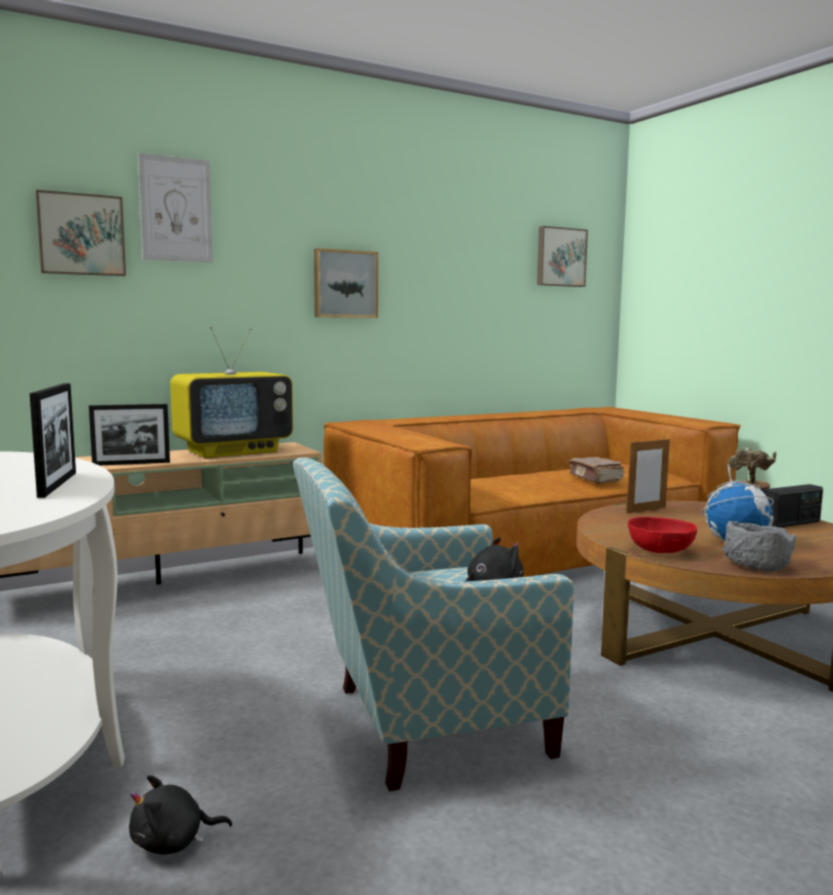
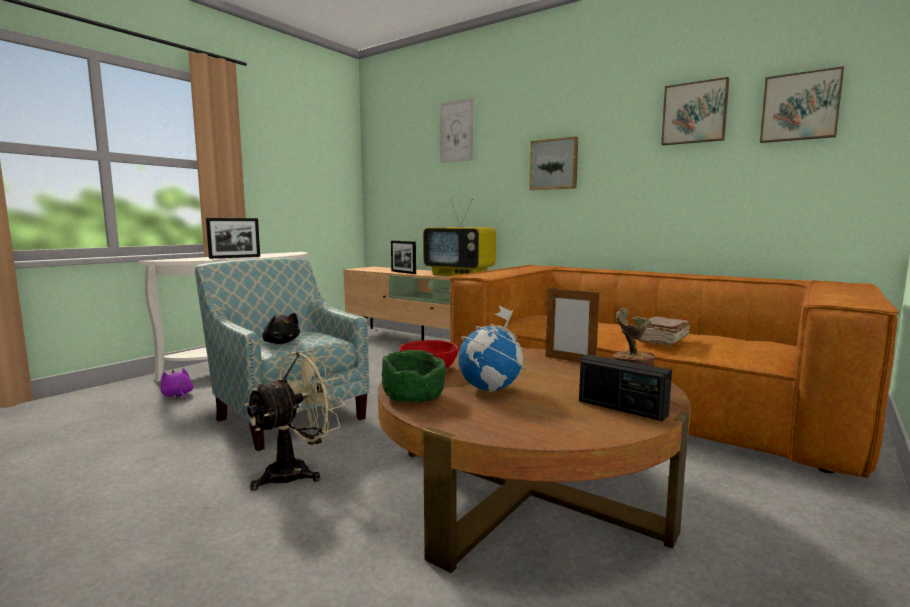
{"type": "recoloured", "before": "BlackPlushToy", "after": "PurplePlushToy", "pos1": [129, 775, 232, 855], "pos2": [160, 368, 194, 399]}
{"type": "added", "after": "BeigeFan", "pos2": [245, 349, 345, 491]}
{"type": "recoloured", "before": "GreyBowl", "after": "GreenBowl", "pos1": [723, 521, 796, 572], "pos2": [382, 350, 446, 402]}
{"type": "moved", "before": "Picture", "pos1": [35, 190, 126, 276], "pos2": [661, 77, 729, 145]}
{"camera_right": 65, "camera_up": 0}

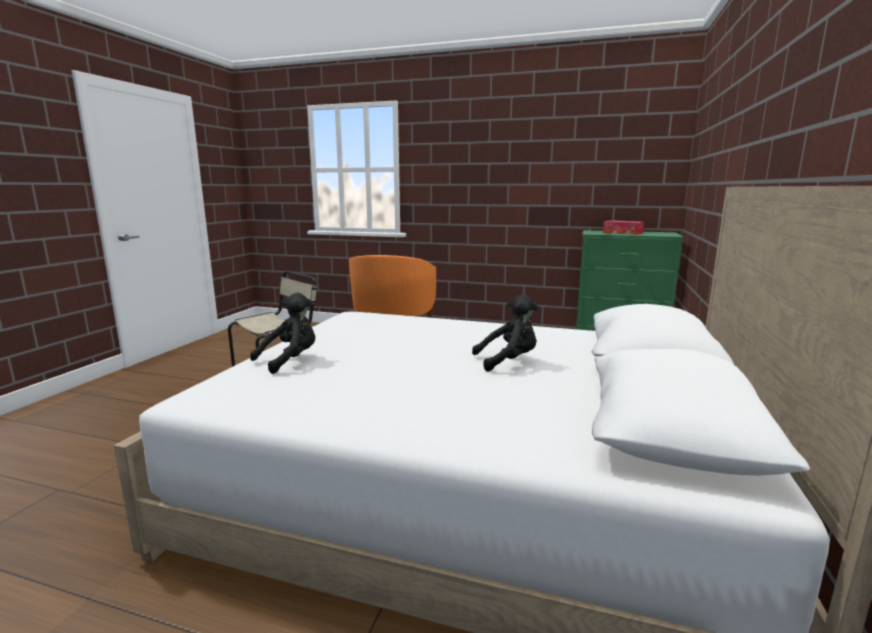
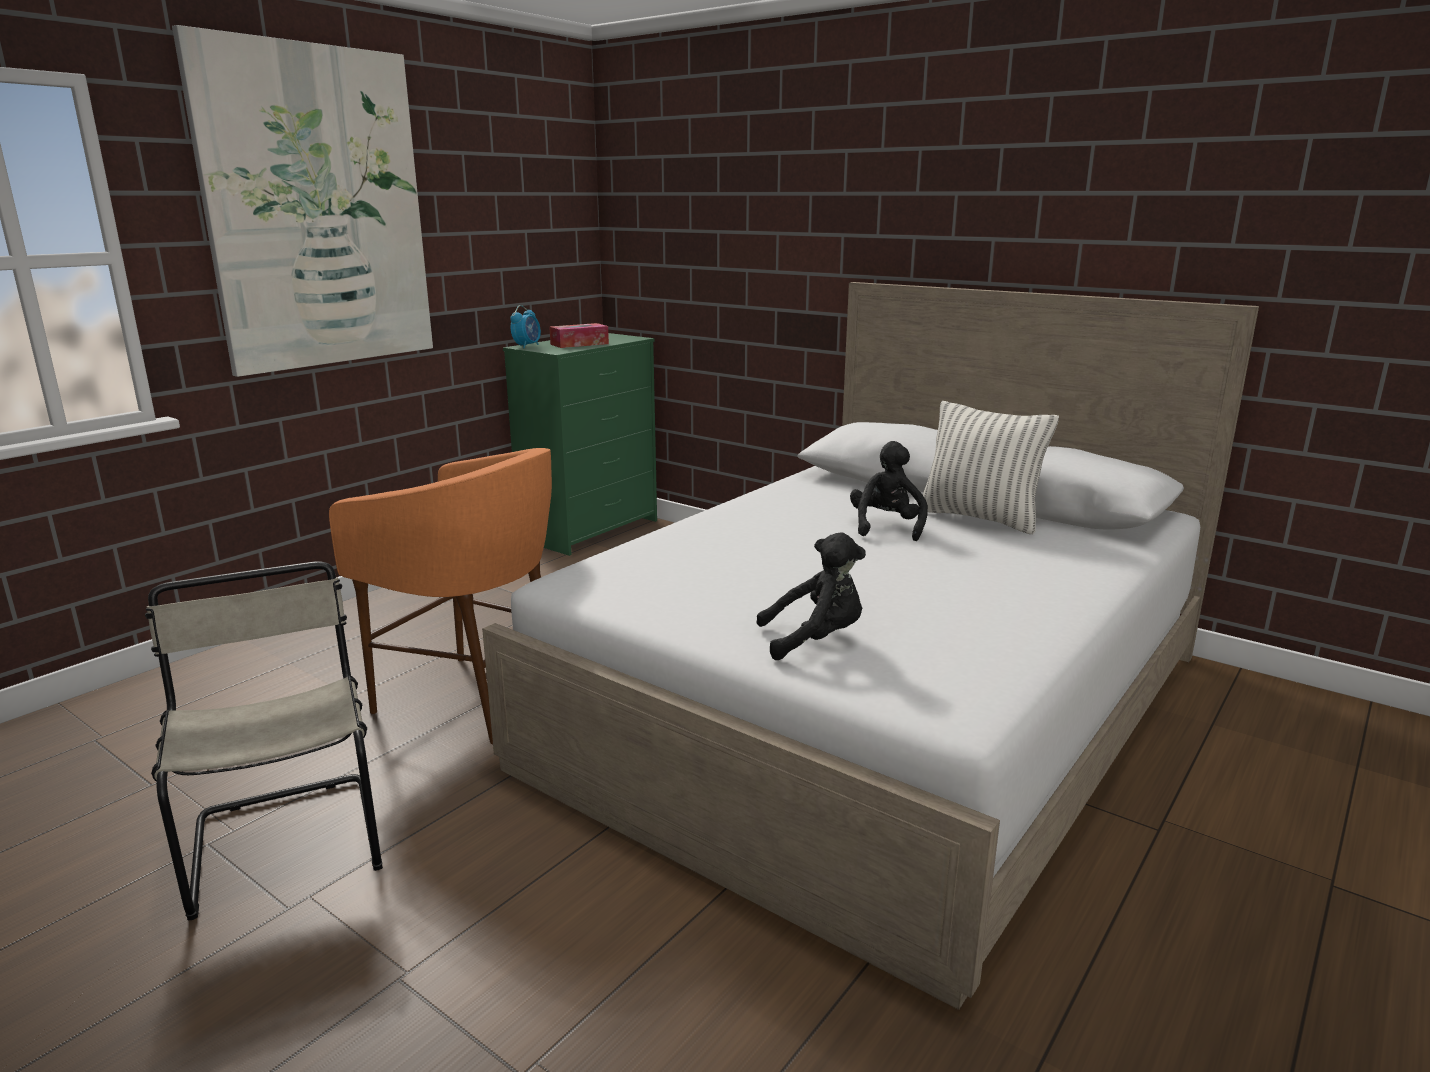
{"type": "added", "after": "Picture", "pos2": [172, 25, 433, 377]}
{"type": "added", "after": "AlarmClock", "pos2": [510, 305, 541, 348]}
{"type": "turned", "before": "BlackPlushToy", "pos1": [250, 293, 315, 374], "pos2": [756, 532, 866, 660], "turn": 105}
{"type": "added", "after": "Pillow", "pos2": [918, 401, 1059, 534]}
{"camera_right": -70, "camera_up": 5}

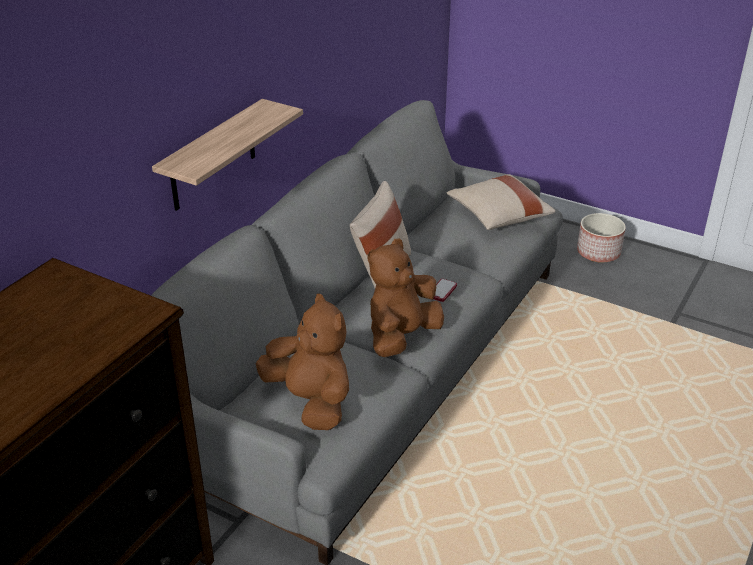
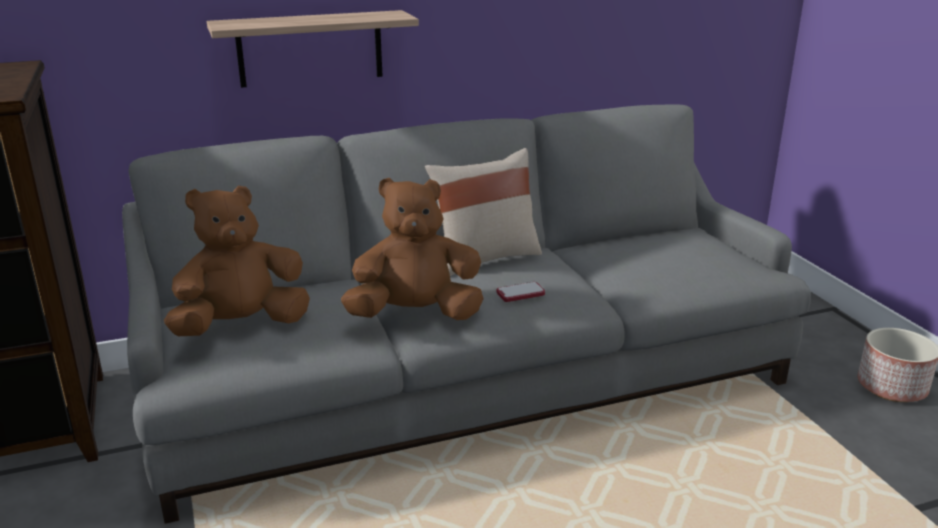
{"type": "turned", "before": "BrownPlushToy", "pos1": [256, 293, 349, 430], "pos2": [164, 186, 310, 336], "turn": -120}
{"type": "removed", "before": "BeigePillow", "pos1": [446, 174, 555, 230]}
{"camera_right": 40, "camera_up": -10}

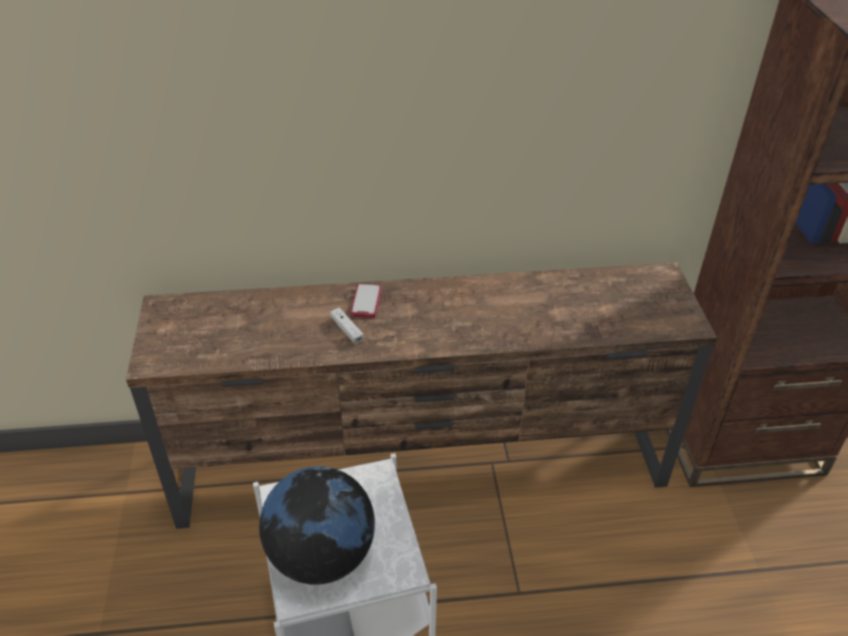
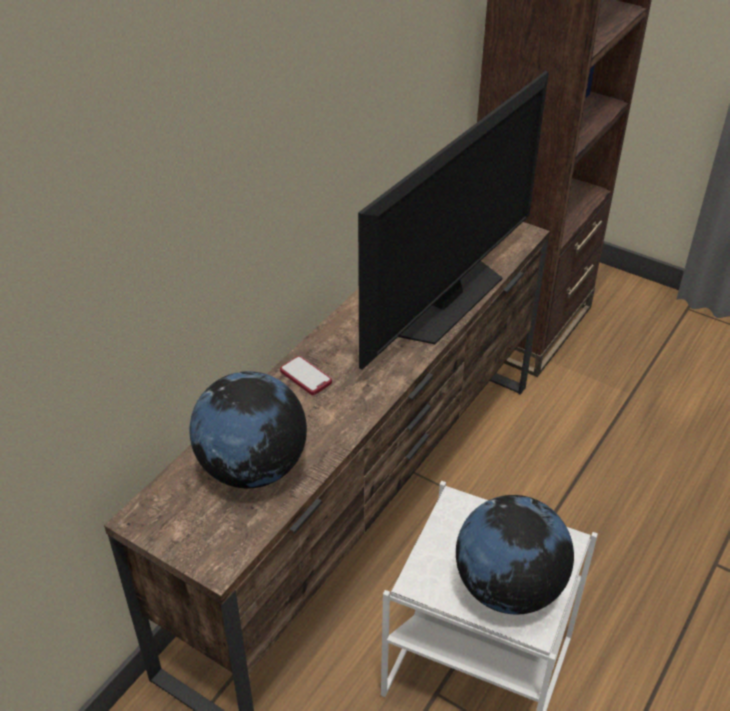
{"type": "added", "after": "Globe", "pos2": [189, 371, 307, 488]}
{"type": "added", "after": "Television", "pos2": [358, 71, 549, 370]}
{"type": "removed", "before": "WhiteGameController", "pos1": [330, 308, 364, 344]}
{"camera_right": -50, "camera_up": 0}

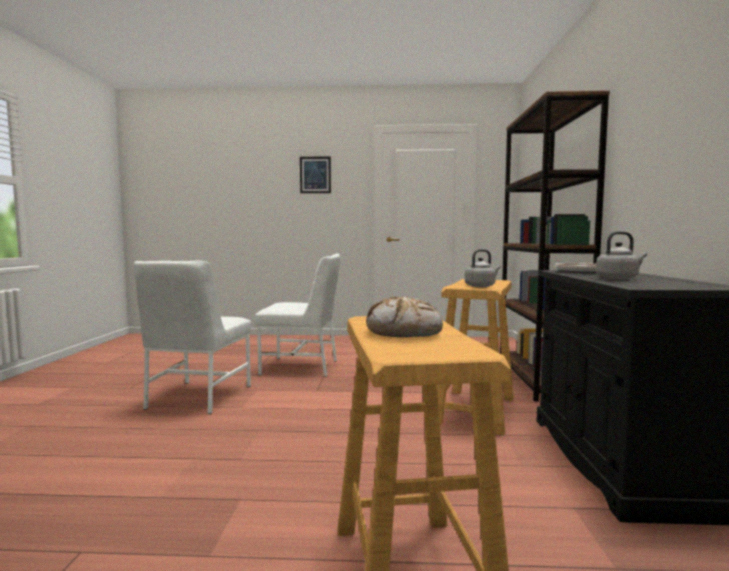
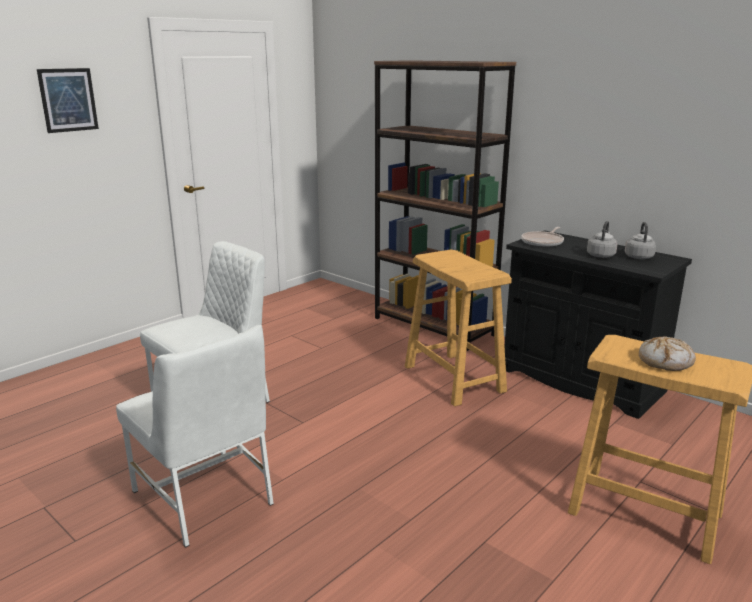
{"type": "moved", "before": "GreyKettle", "pos1": [465, 249, 501, 287], "pos2": [625, 222, 656, 259]}
{"camera_right": -50, "camera_up": 15}

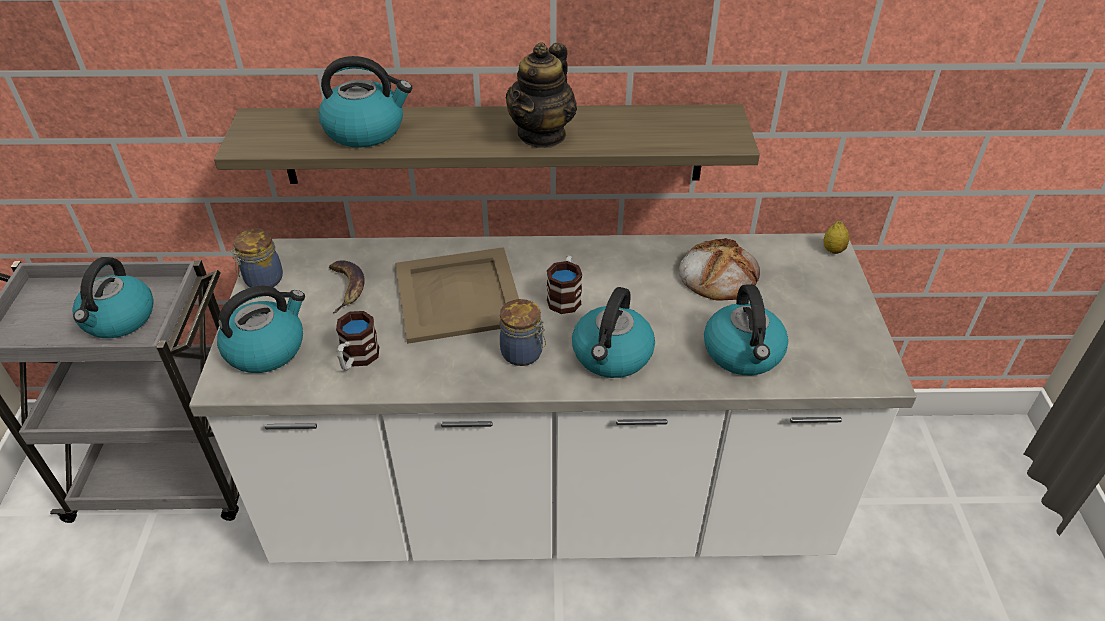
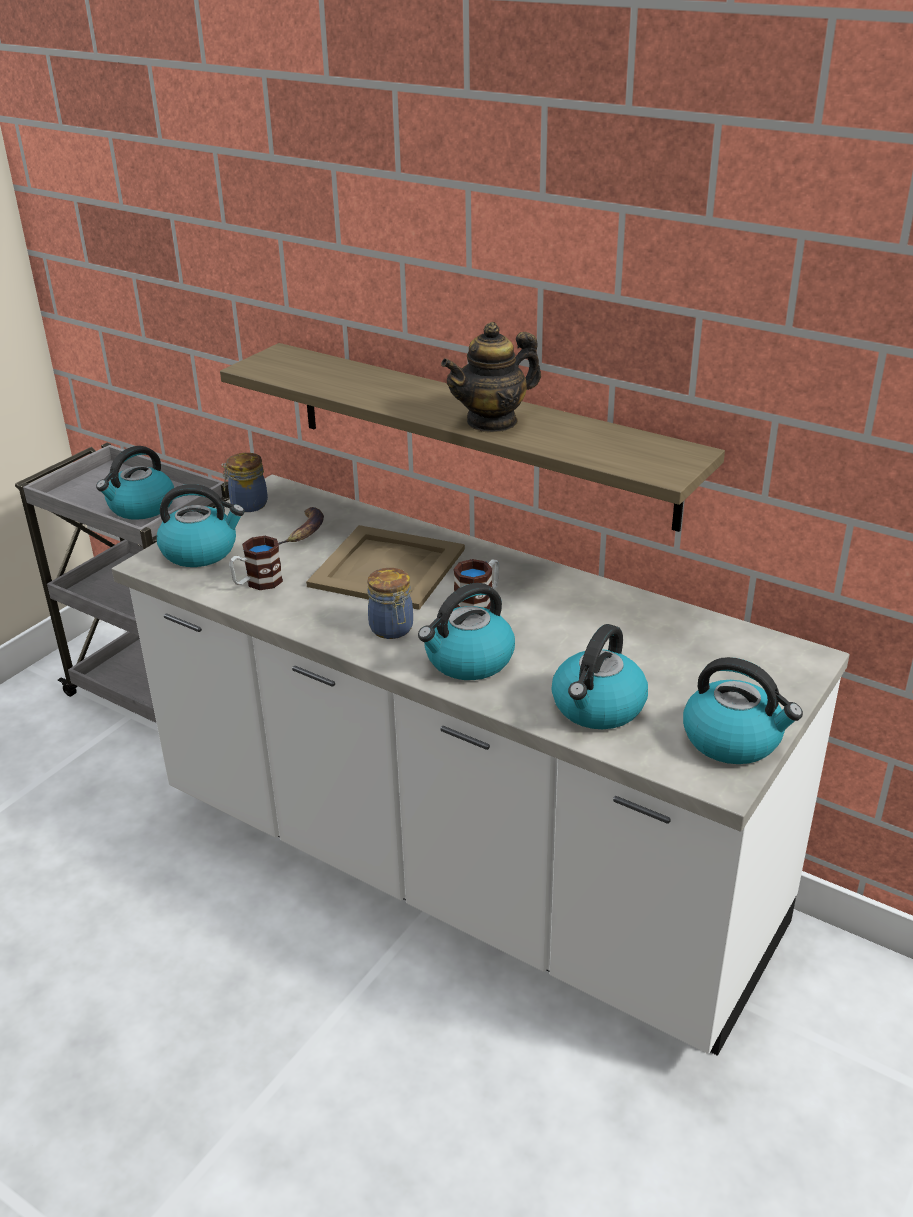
{"type": "moved", "before": "Kettle", "pos1": [319, 56, 412, 148], "pos2": [683, 657, 803, 764]}
{"type": "removed", "before": "Bread", "pos1": [679, 238, 760, 301]}
{"type": "removed", "before": "Lemon", "pos1": [823, 221, 849, 254]}
{"camera_right": 35, "camera_up": -10}

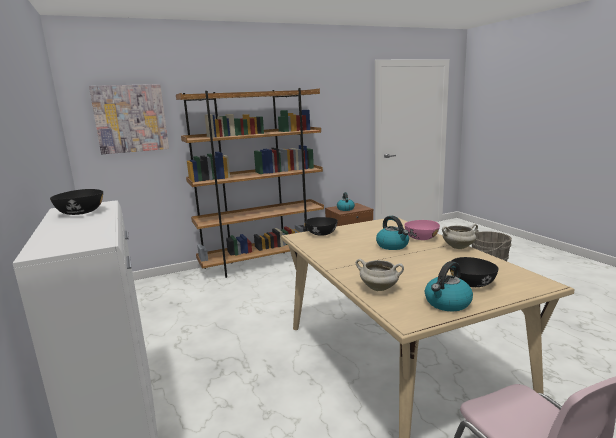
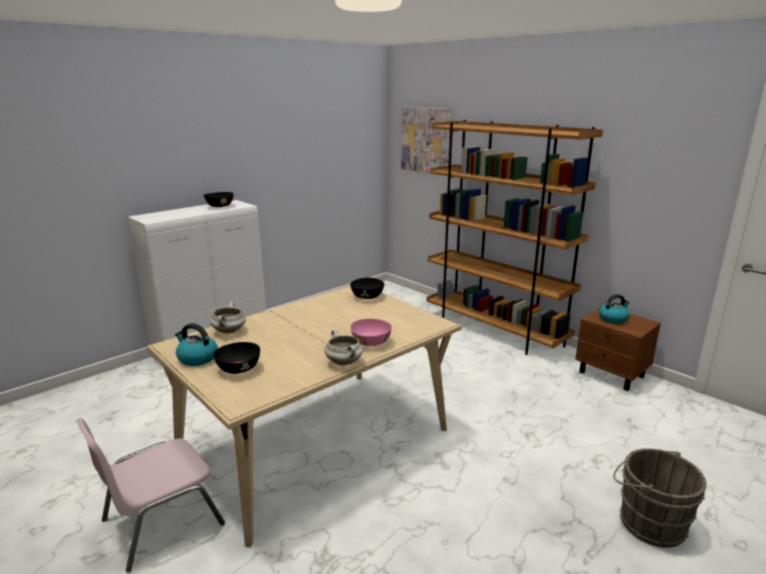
{"type": "removed", "before": "Kettle", "pos1": [376, 216, 409, 250]}
{"camera_right": 70, "camera_up": 5}

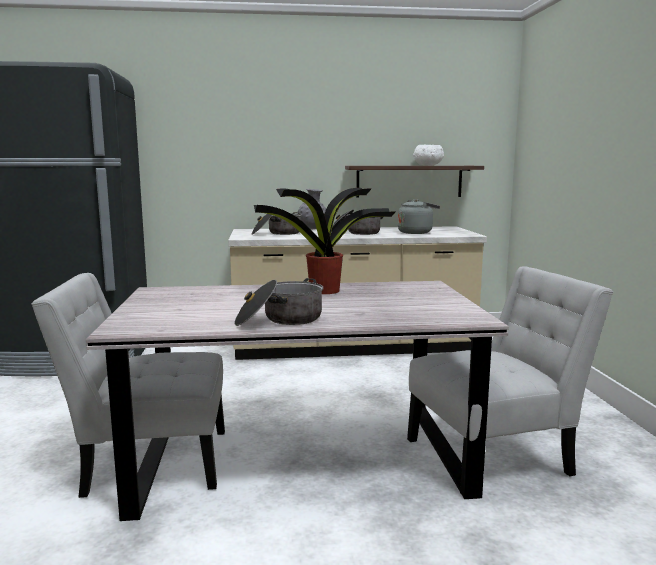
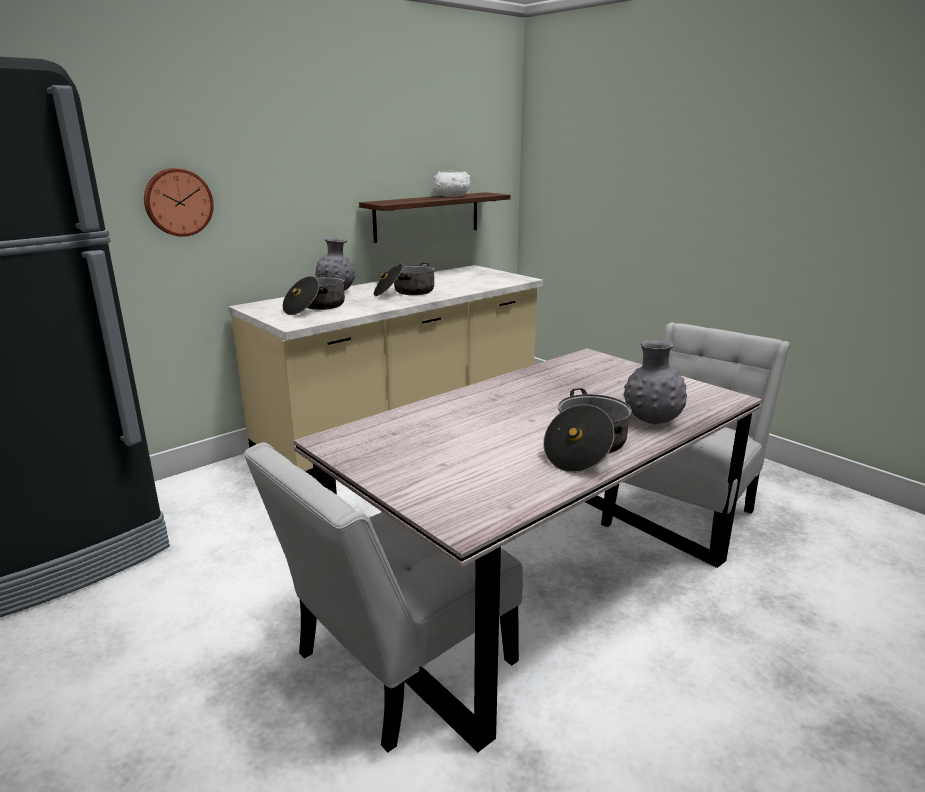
{"type": "added", "after": "WallClock", "pos2": [144, 168, 214, 237]}
{"type": "added", "after": "GreyVase", "pos2": [623, 340, 687, 424]}
{"type": "removed", "before": "PottedPlant", "pos1": [254, 188, 395, 294]}
{"type": "removed", "before": "GreyKettle", "pos1": [398, 199, 440, 234]}
{"camera_right": -35, "camera_up": 10}

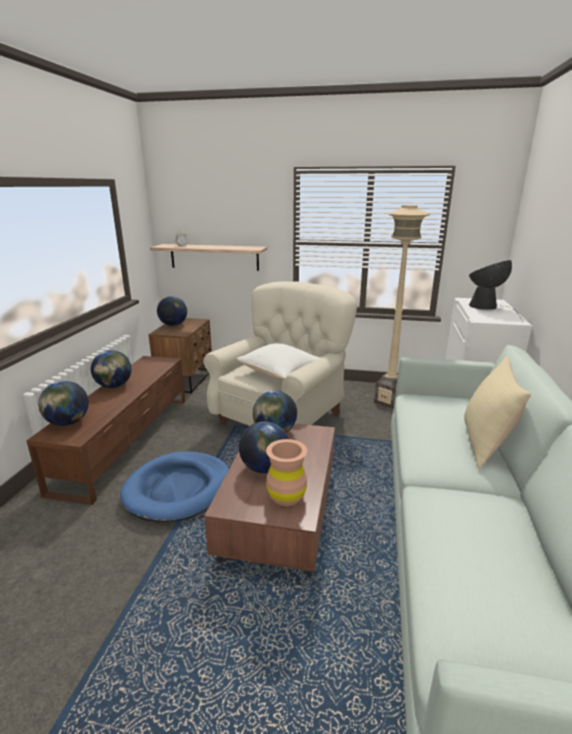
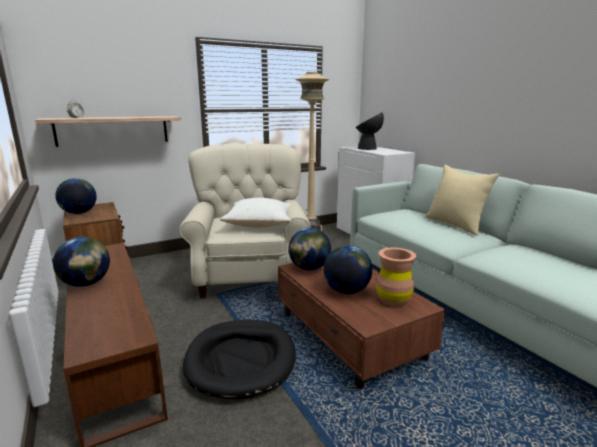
{"type": "recoloured", "before": "BlueDogBed", "after": "BlackDogBed", "pos1": [120, 451, 229, 522], "pos2": [183, 320, 296, 399]}
{"type": "removed", "before": "Globe", "pos1": [38, 381, 89, 426]}
{"camera_right": -40, "camera_up": -5}

